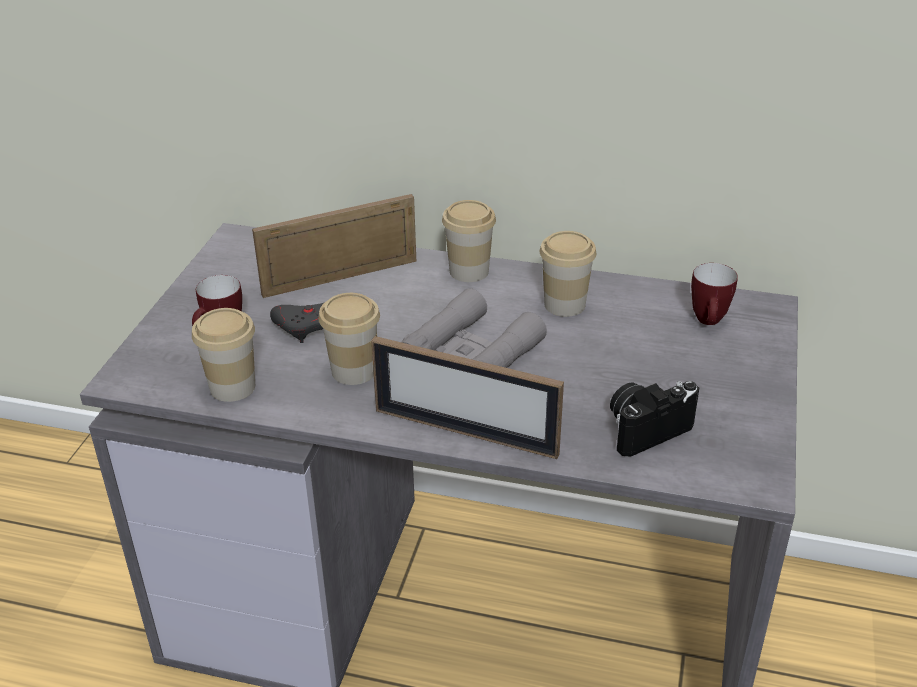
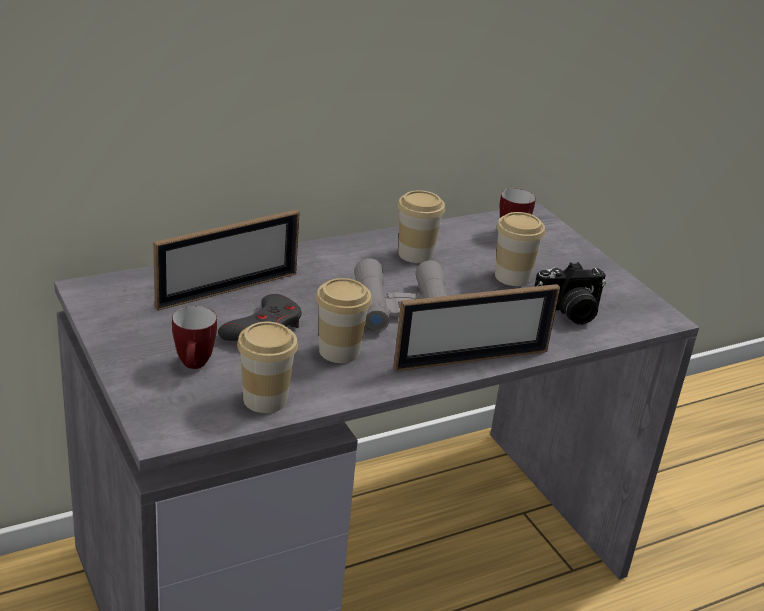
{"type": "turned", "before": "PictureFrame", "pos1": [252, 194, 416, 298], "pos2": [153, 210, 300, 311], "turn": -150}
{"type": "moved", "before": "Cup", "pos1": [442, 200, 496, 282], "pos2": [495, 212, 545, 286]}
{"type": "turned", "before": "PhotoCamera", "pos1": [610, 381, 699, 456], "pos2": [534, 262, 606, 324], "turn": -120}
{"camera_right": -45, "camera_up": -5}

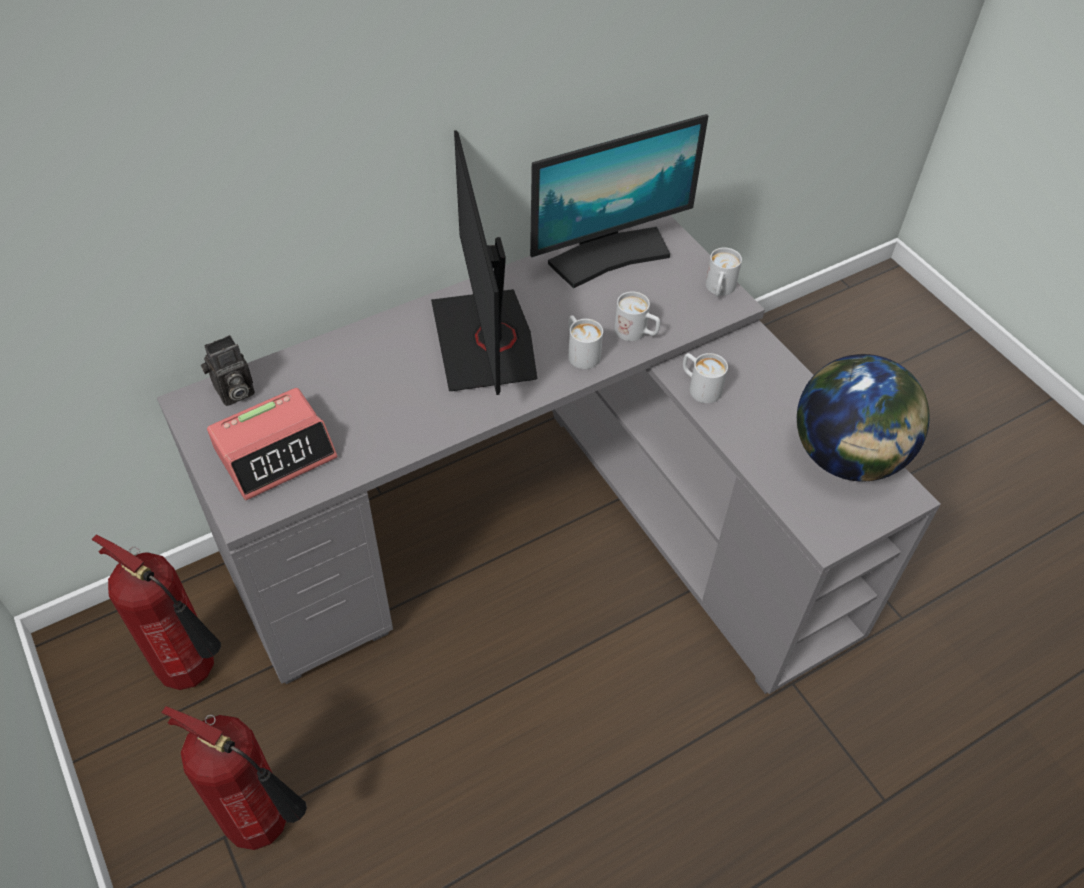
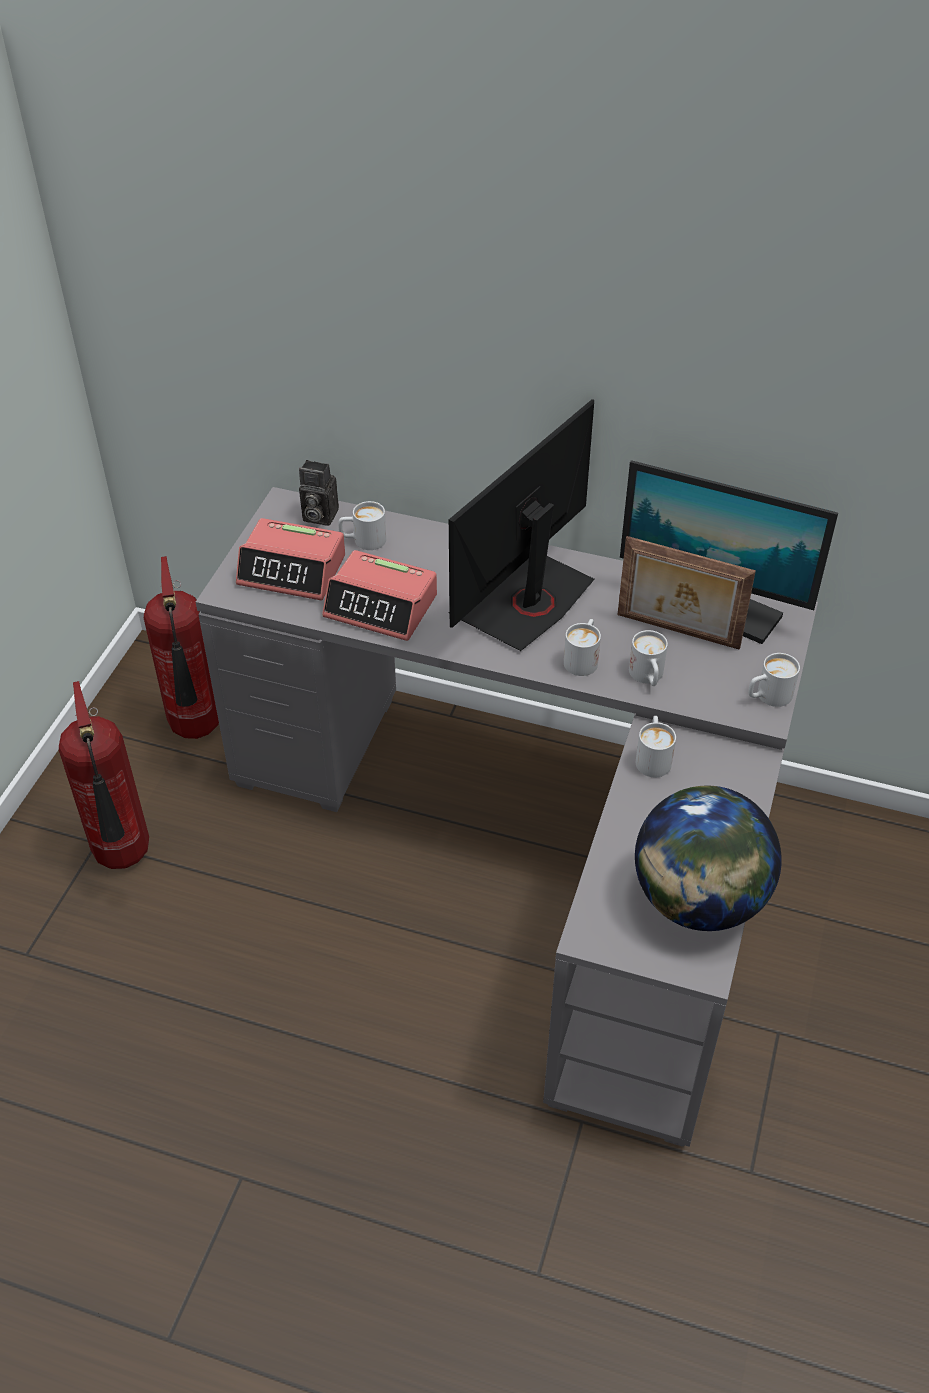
{"type": "added", "after": "AlarmClock", "pos2": [322, 550, 437, 641]}
{"type": "added", "after": "WhiteMug", "pos2": [338, 501, 386, 550]}
{"type": "added", "after": "PictureFrame", "pos2": [617, 536, 756, 650]}
{"camera_right": 50, "camera_up": -5}

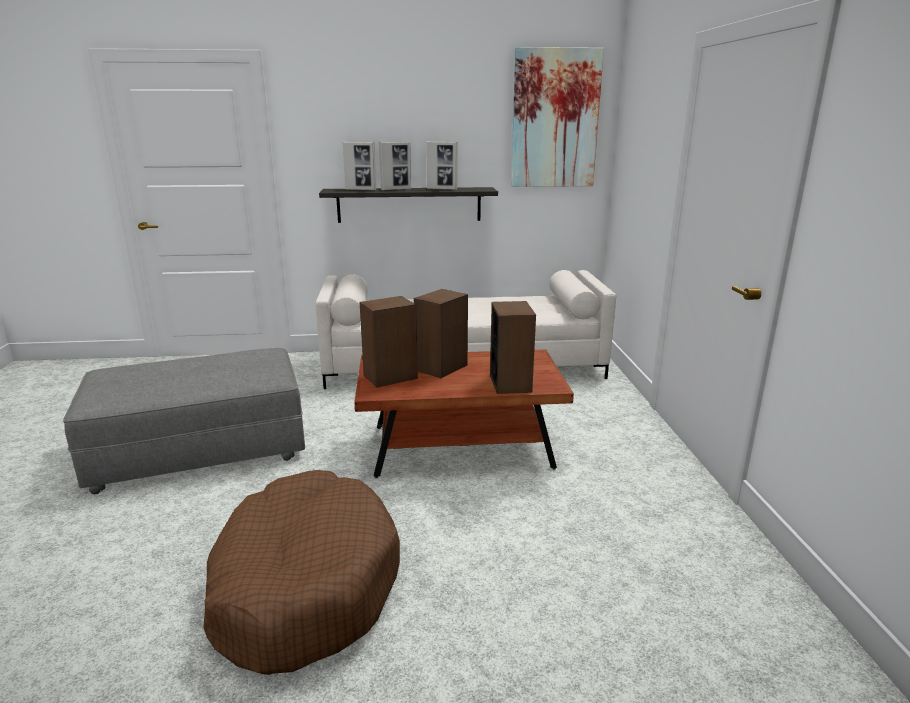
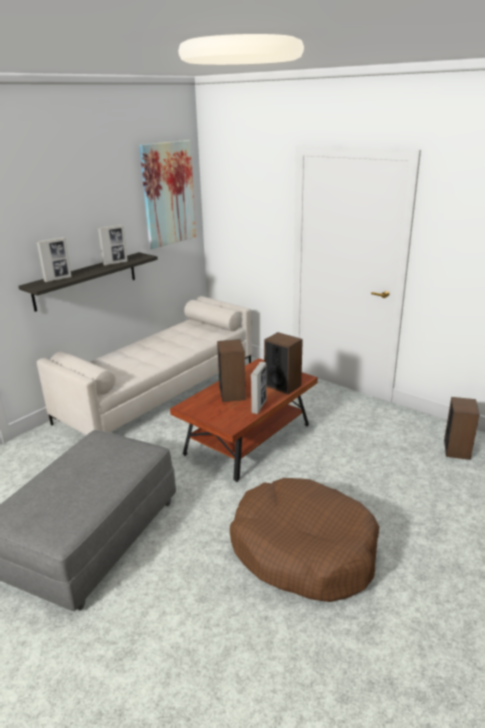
{"type": "moved", "before": "PictureFrame", "pos1": [379, 142, 411, 191], "pos2": [251, 362, 267, 414]}
{"type": "moved", "before": "Speaker", "pos1": [360, 296, 418, 388], "pos2": [444, 397, 480, 460]}
{"camera_right": -45, "camera_up": 5}

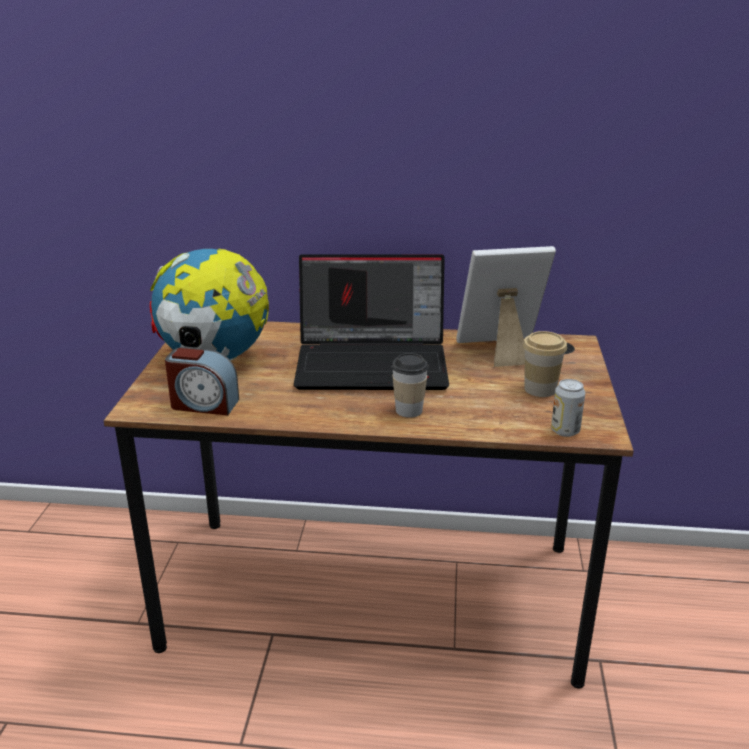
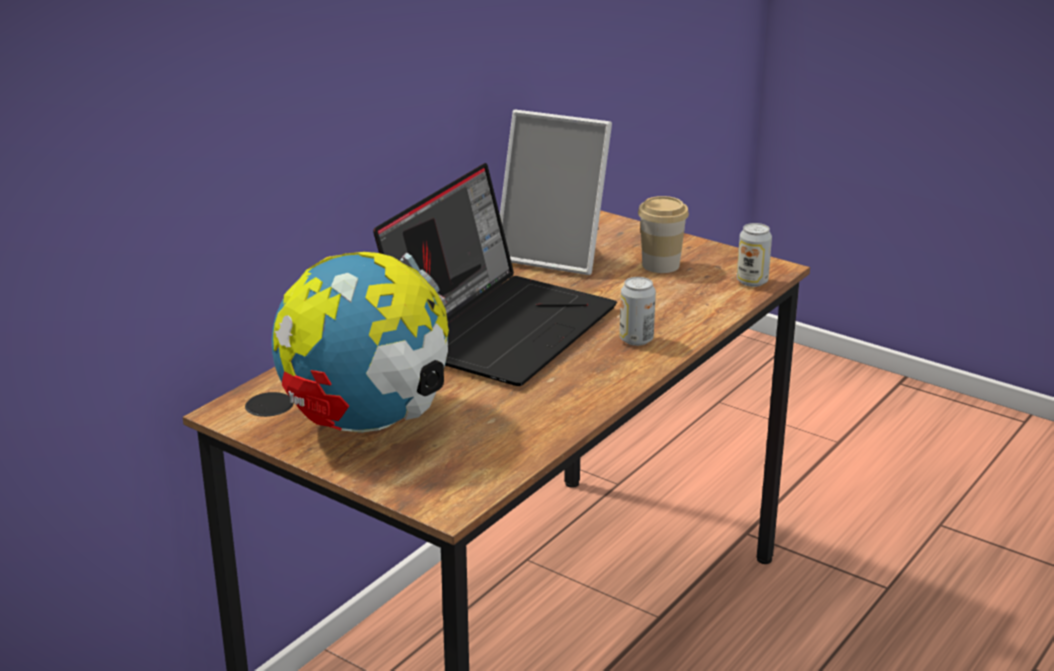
{"type": "turned", "before": "PictureFrame", "pos1": [456, 246, 556, 367], "pos2": [500, 109, 612, 275], "turn": -90}
{"type": "replaced", "before": "Cup", "after": "Can", "pos1": [392, 353, 429, 418], "pos2": [620, 277, 656, 346]}
{"type": "removed", "before": "AlarmClock", "pos1": [165, 347, 239, 415]}
{"camera_right": -60, "camera_up": 0}

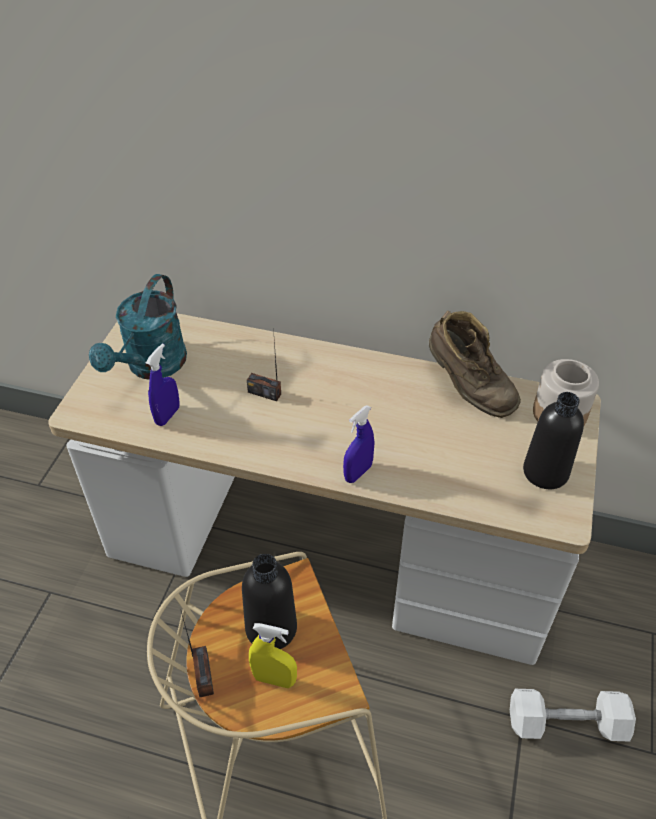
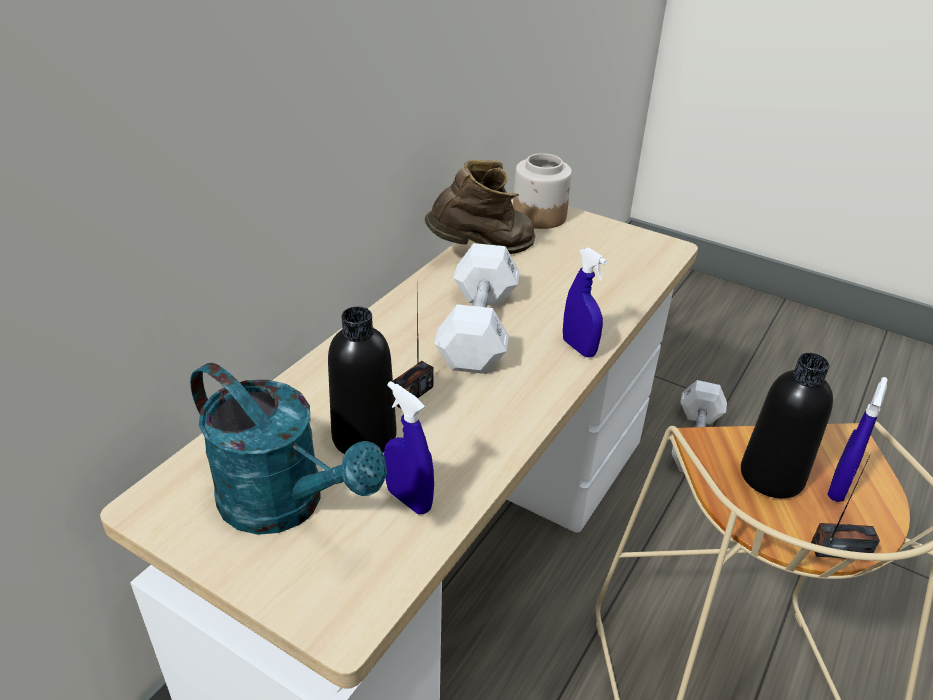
{"type": "moved", "before": "BlackBottle", "pos1": [523, 392, 584, 489], "pos2": [328, 307, 397, 454]}
{"type": "added", "after": "WhiteDumbbell", "pos2": [434, 243, 520, 374]}
{"type": "recoloured", "before": "YellowSprayBottle", "after": "BlueSprayBottle", "pos1": [249, 623, 297, 688], "pos2": [827, 377, 888, 502]}
{"camera_right": -75, "camera_up": -10}

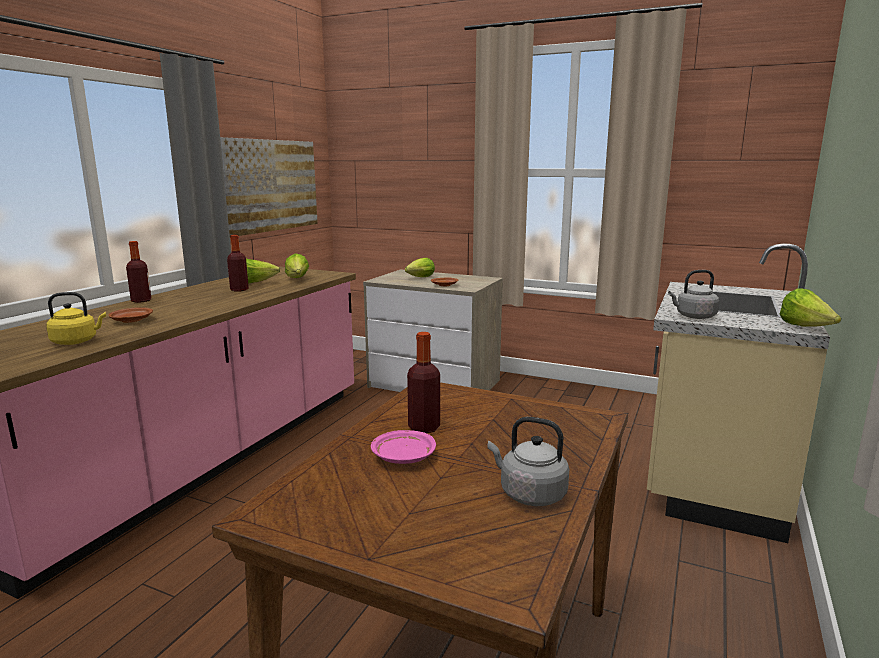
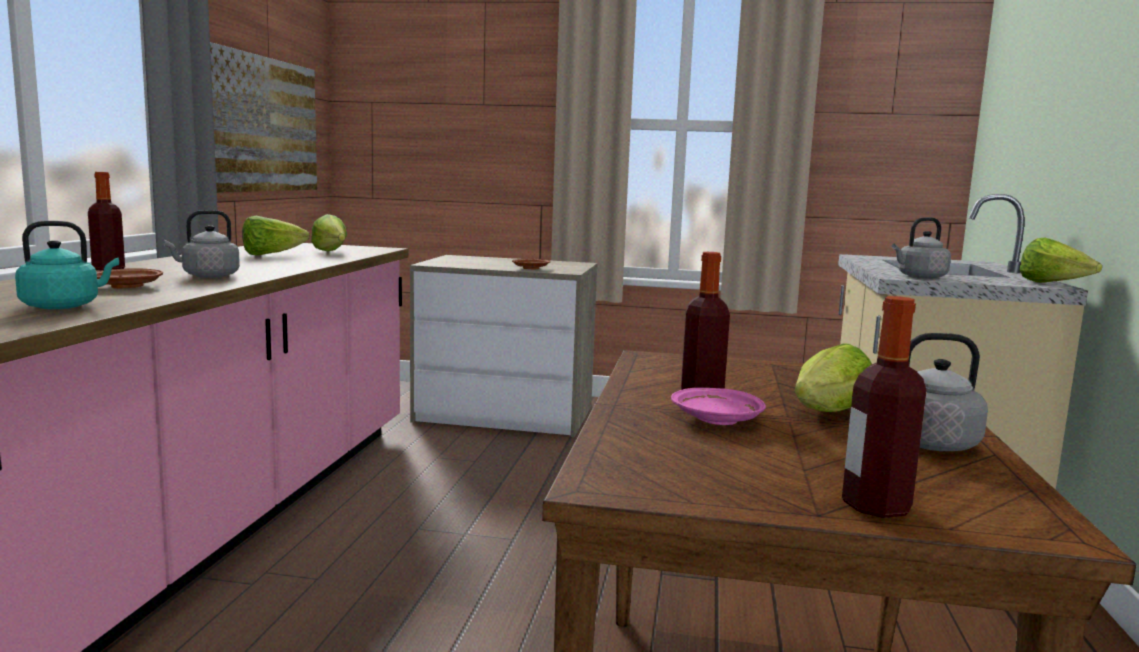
{"type": "recoloured", "before": "YellowKettle", "after": "TurquoiseKettle", "pos1": [46, 292, 106, 345], "pos2": [15, 221, 119, 309]}
{"type": "added", "after": "GreyKettle", "pos2": [163, 210, 240, 278]}
{"type": "moved", "before": "Lettuce", "pos1": [405, 258, 435, 277], "pos2": [795, 344, 872, 412]}
{"type": "moved", "before": "Bottle", "pos1": [227, 235, 249, 292], "pos2": [842, 296, 927, 518]}
{"camera_right": -15, "camera_up": -5}

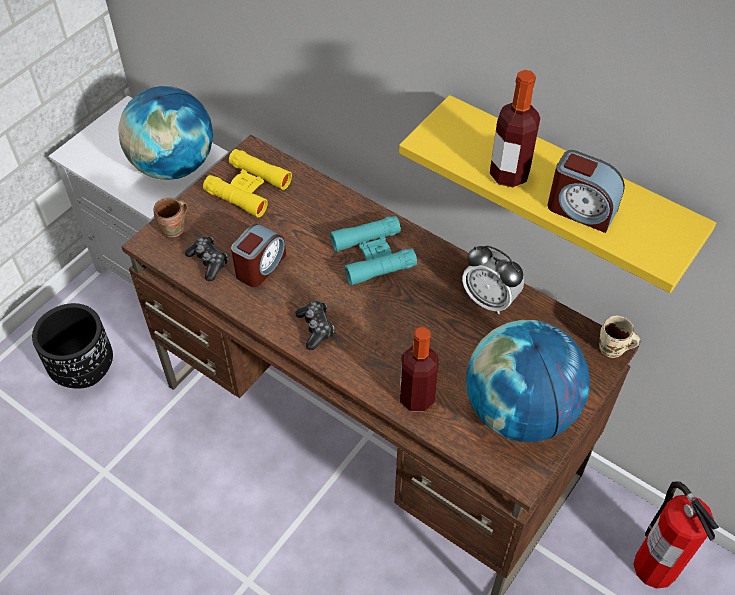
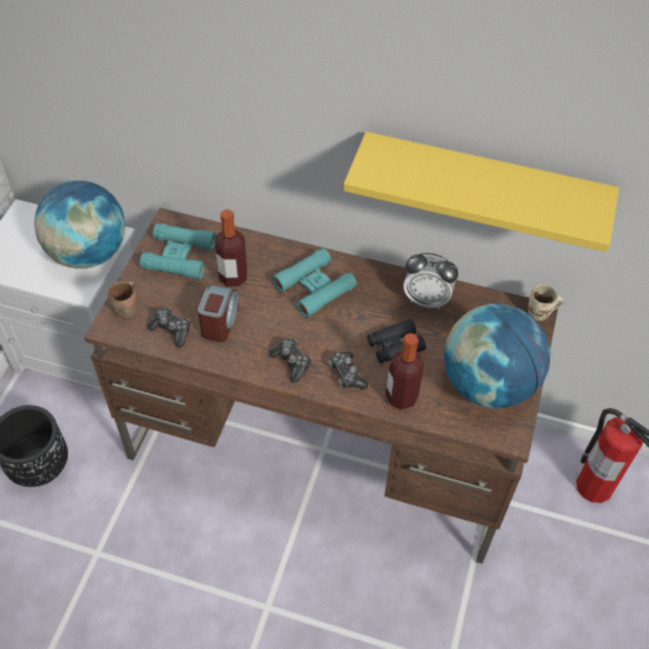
{"type": "recoloured", "before": "YellowBinoculars", "after": "TurquoiseBinoculars", "pos1": [203, 149, 292, 217], "pos2": [140, 224, 216, 280]}
{"type": "moved", "before": "Bottle", "pos1": [490, 70, 540, 187], "pos2": [215, 210, 247, 287]}
{"type": "added", "after": "GameController", "pos2": [329, 352, 368, 390]}
{"type": "added", "after": "BlackBinoculars", "pos2": [367, 319, 426, 363]}
{"type": "removed", "before": "AlarmClock", "pos1": [548, 150, 625, 233]}
{"camera_right": -20, "camera_up": 0}

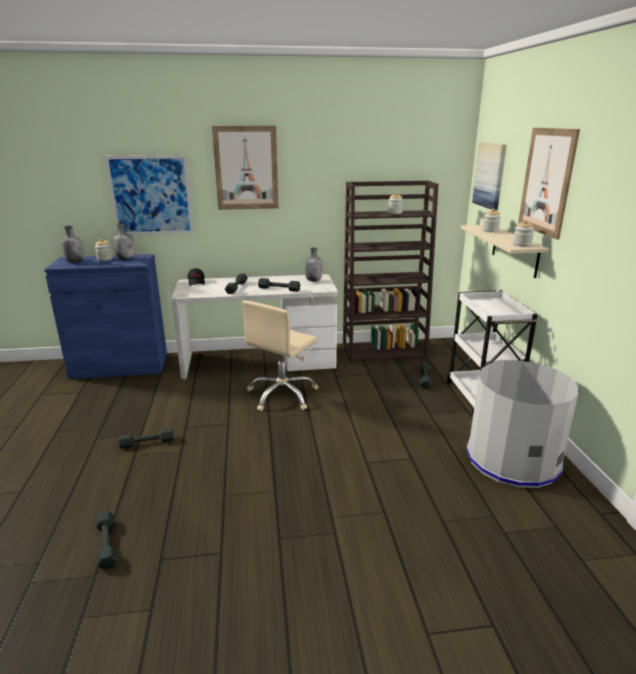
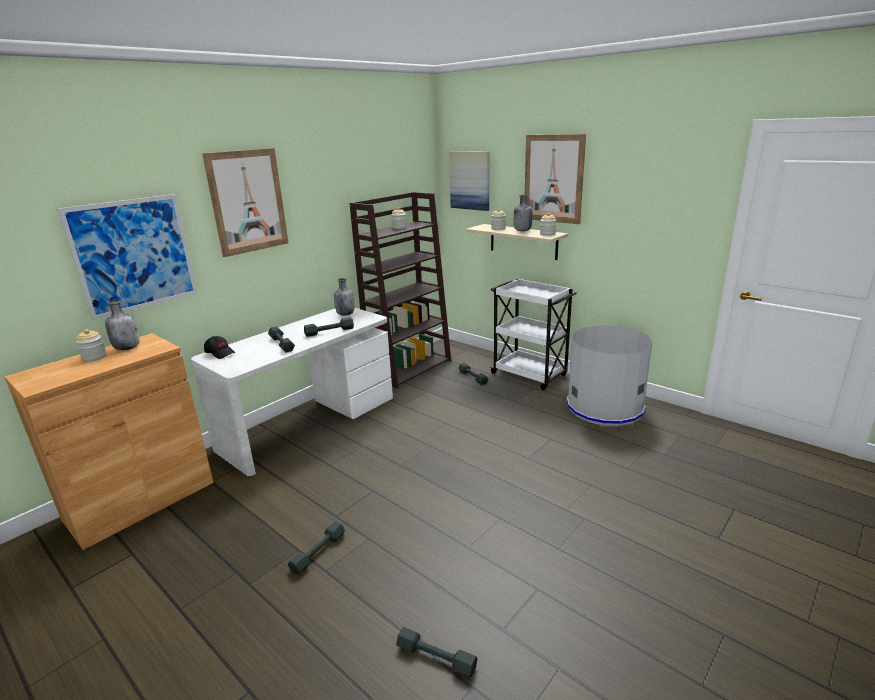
{"type": "recoloured", "before": "BlueCabinet", "after": "BrownCabinet", "pos1": [44, 254, 167, 379], "pos2": [4, 333, 214, 550]}
{"type": "moved", "before": "GreyBottle", "pos1": [61, 226, 84, 263], "pos2": [514, 195, 533, 231]}
{"type": "removed", "before": "BeigeOfficeChair", "pos1": [242, 300, 318, 411]}
{"camera_right": -40, "camera_up": 0}

